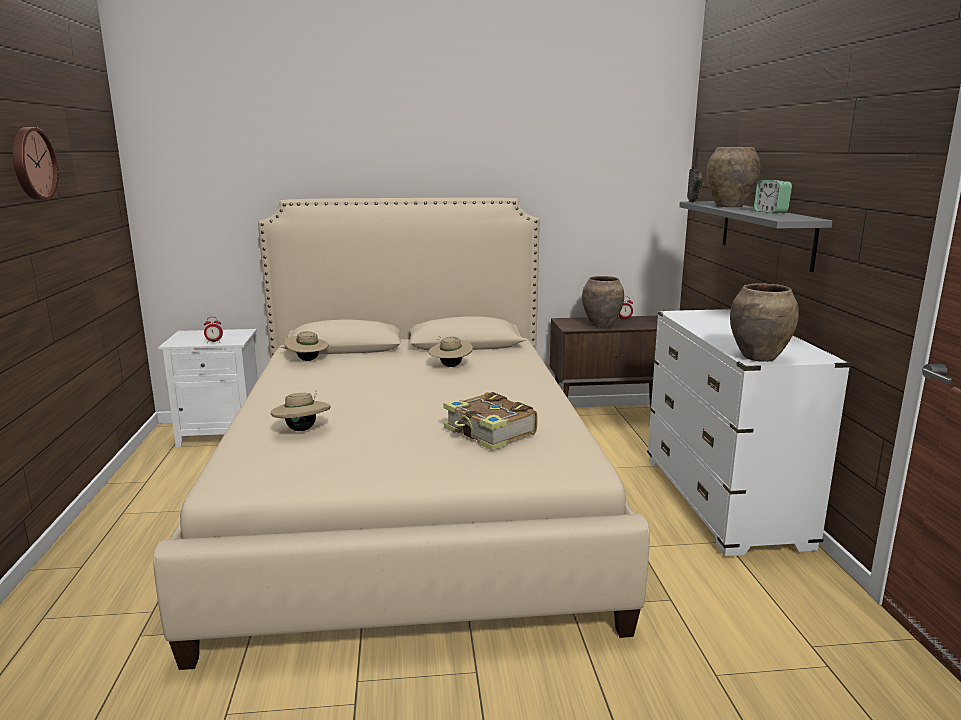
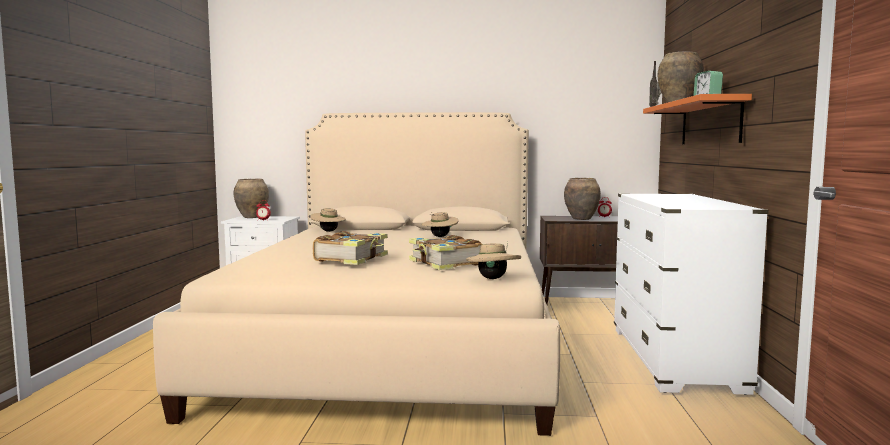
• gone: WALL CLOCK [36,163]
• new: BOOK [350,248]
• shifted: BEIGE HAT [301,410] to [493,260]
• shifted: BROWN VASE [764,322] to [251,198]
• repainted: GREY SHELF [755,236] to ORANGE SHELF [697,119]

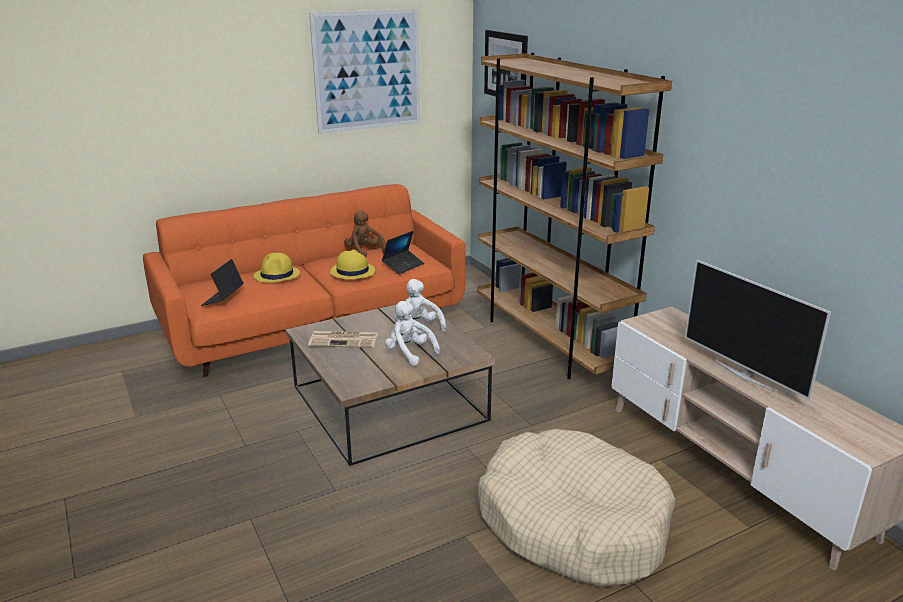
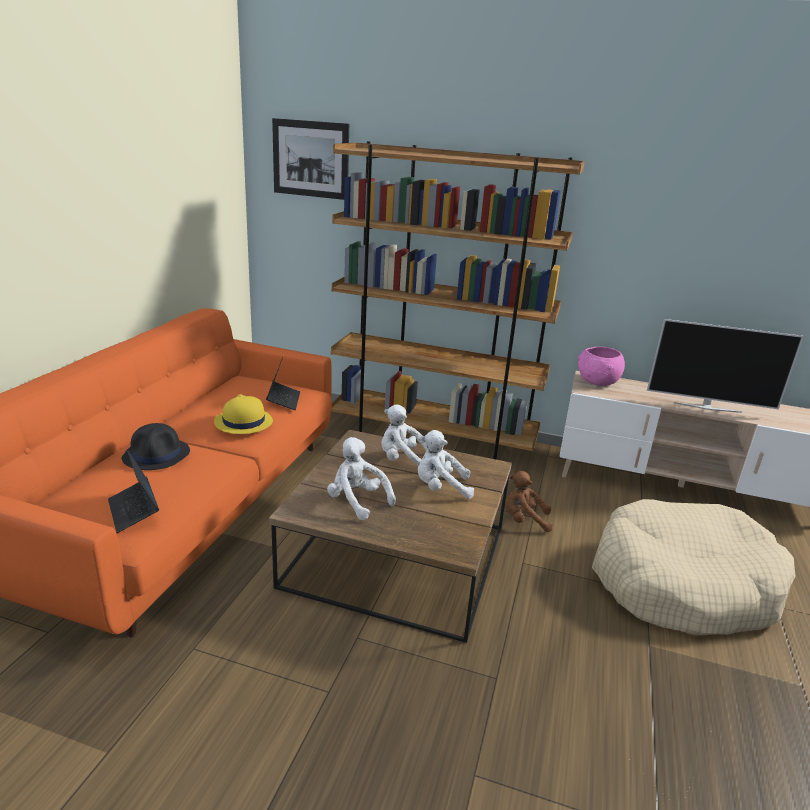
• gone: PICTURE [364,71]
• new: PINK BOWL [601,366]
• shifted: BROWN PLUSH TOY [365,234] to [529,501]
• swapped: NEWSPAPER [343,339] to WHITE PLUSH TOY [361,478]
• repainted: YELLOW HAT [277,268] to BLACK HAT [156,446]

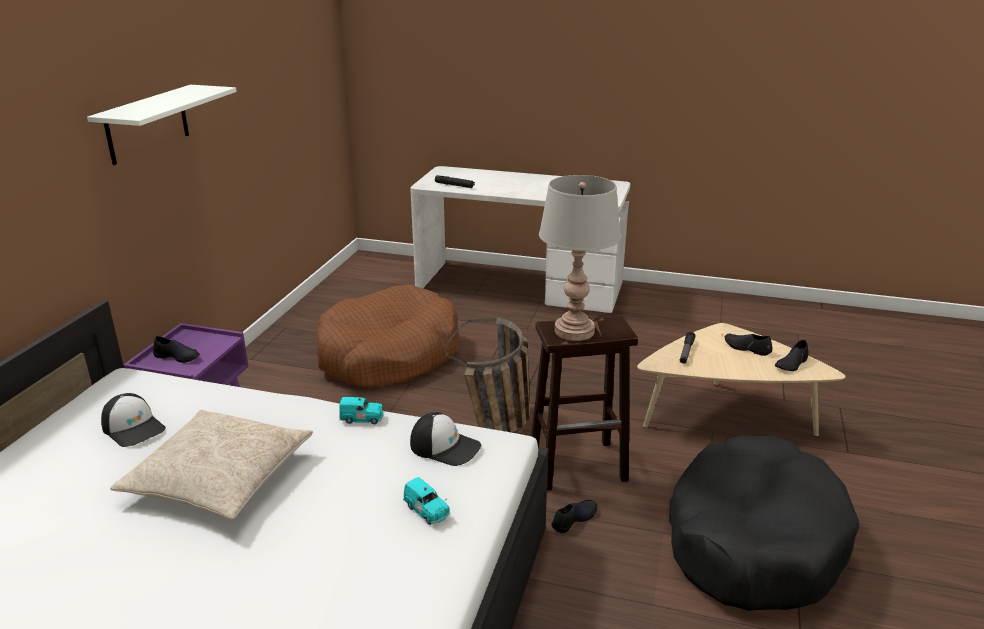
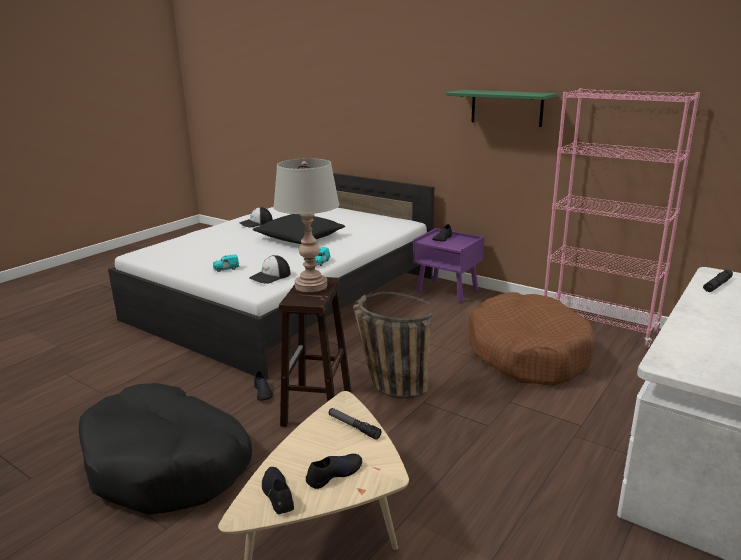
• new: PINK BOOKCASE [622,218]
• shifted: CAP [133,420] to [256,217]
• repainted: WHITE SHELF [162,125] to GREEN SHELF [501,108]
• repainted: BEIGE PILLOW [211,464] to BLACK PILLOW [299,229]

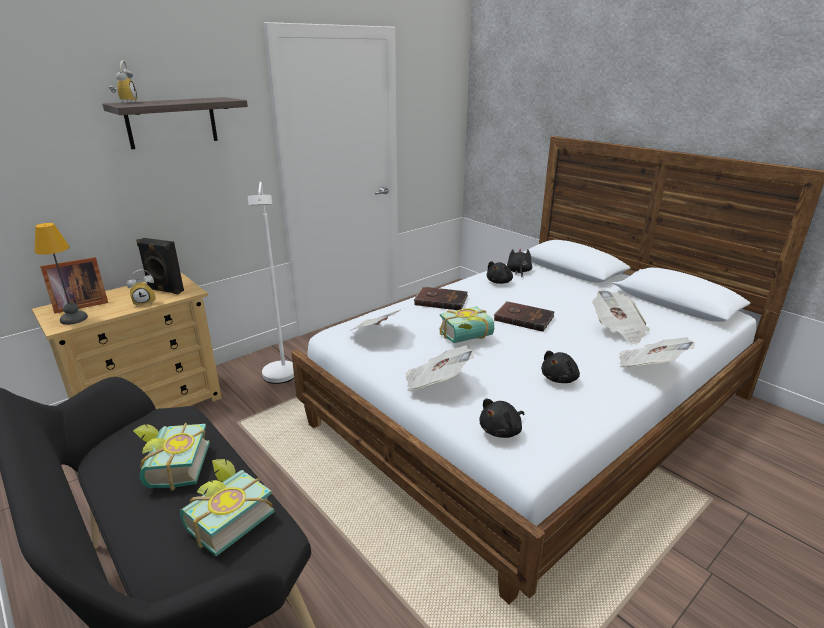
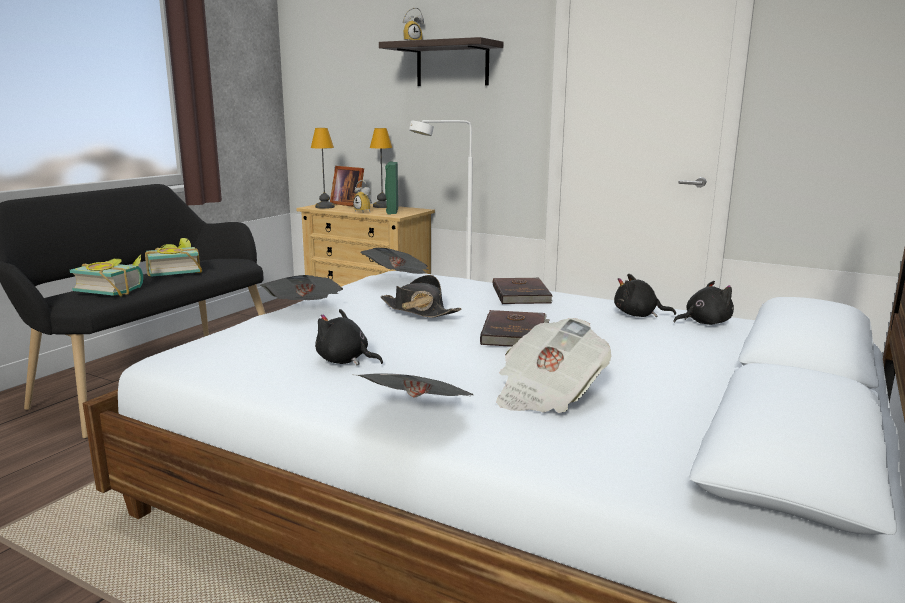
• gone: BLACK PLUSH TOY [501,418]
• new: TABLE LAMP [381,168]
• swapped: BOOK [466,324] to BLACK HAT [421,296]
• repainted: BLACK SPEAKER [160,266] to GREEN SPEAKER [391,188]

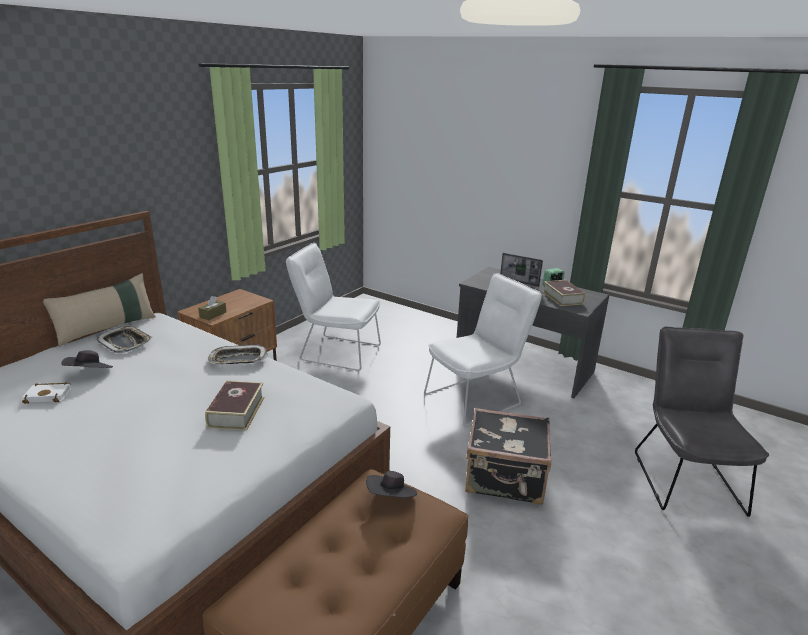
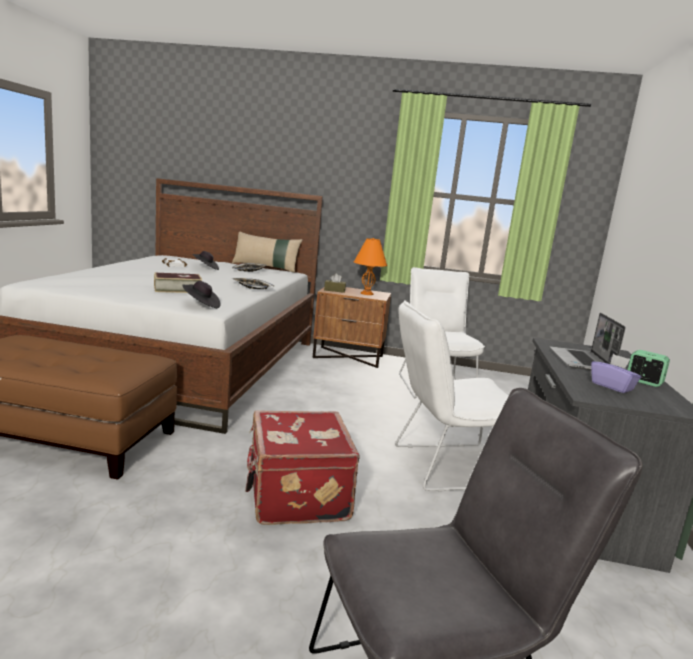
• new: ORANGE TABLE LAMP [370,266]
• shifted: BLACK HAT [391,484] to [201,294]
• swapped: BOOK [564,293] to PURPLE TISSUE BOX [616,373]
• repainted: BLACK SUITCASE [508,456] to RED SUITCASE [302,467]
• rotated: WHITE CHAIR [483,349] = [452,395] 135 degrees clockwise

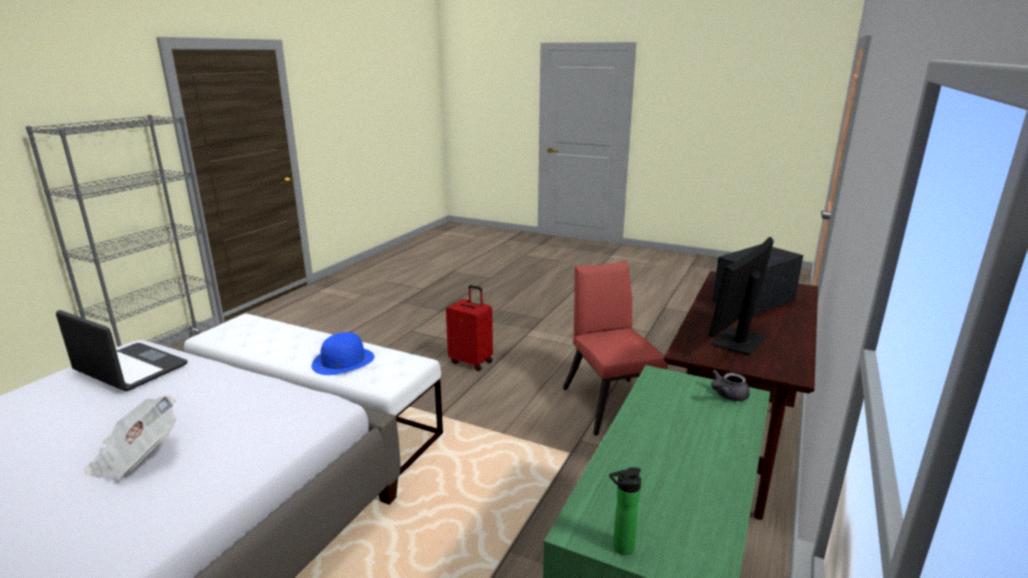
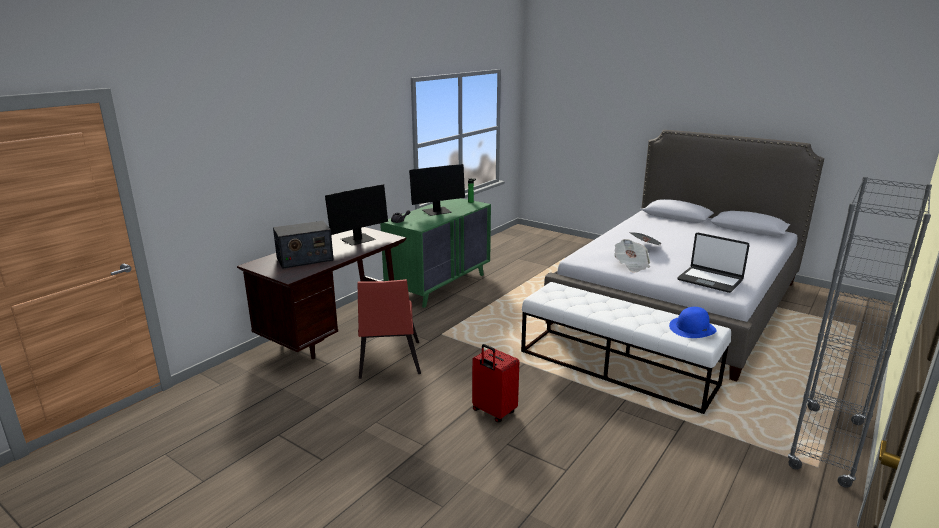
• new: MONITOR [437,190]
• new: NEWSPAPER [632,256]
• shifted: BLUE HAT [343,353] to [692,322]

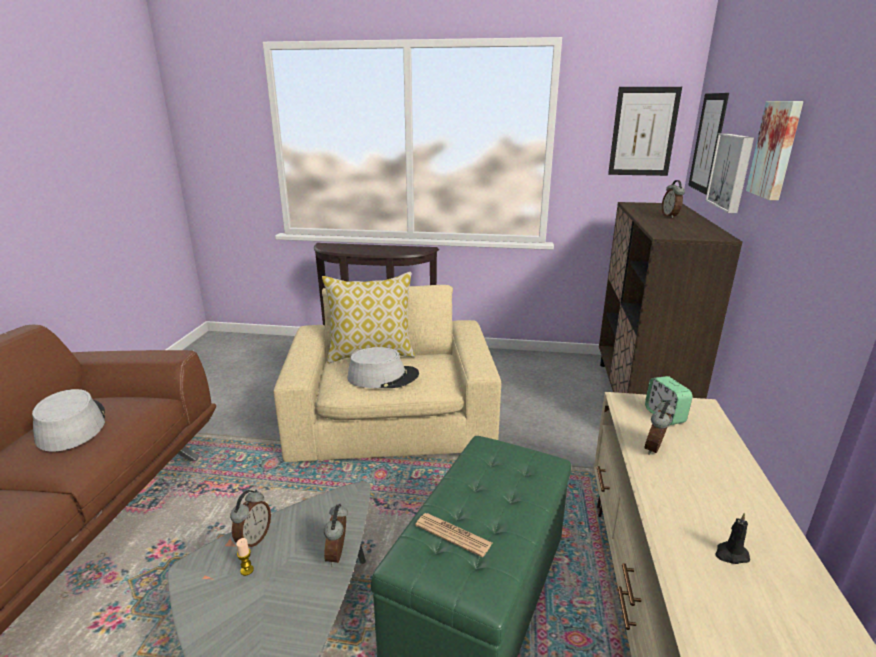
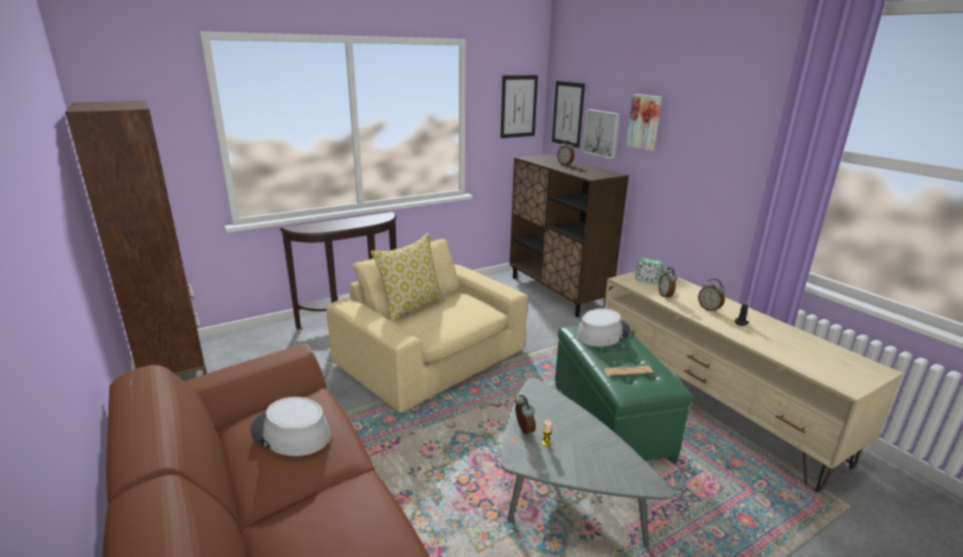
• new: BROWN BOOKCASE [136,238]
• shifted: ALARM CLOCK [336,535] to [711,295]
• shifted: GREY HAT [383,367] to [603,327]

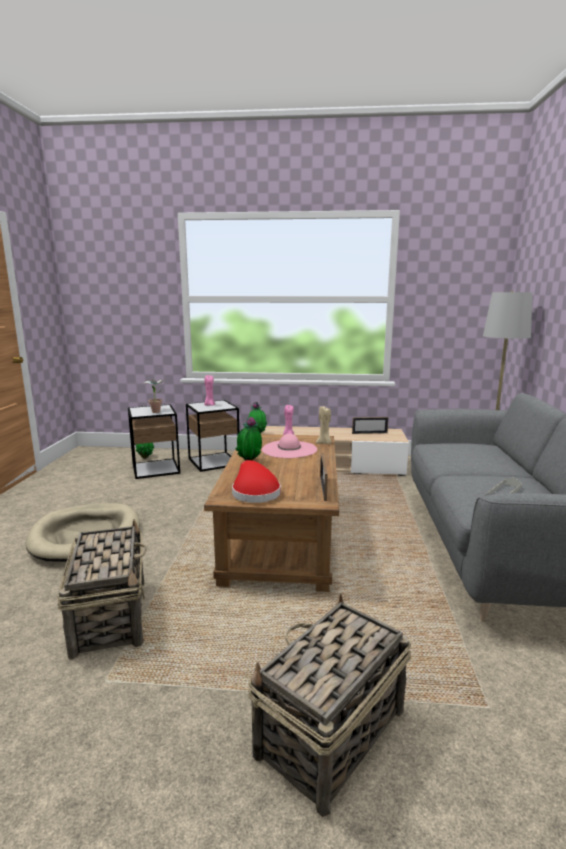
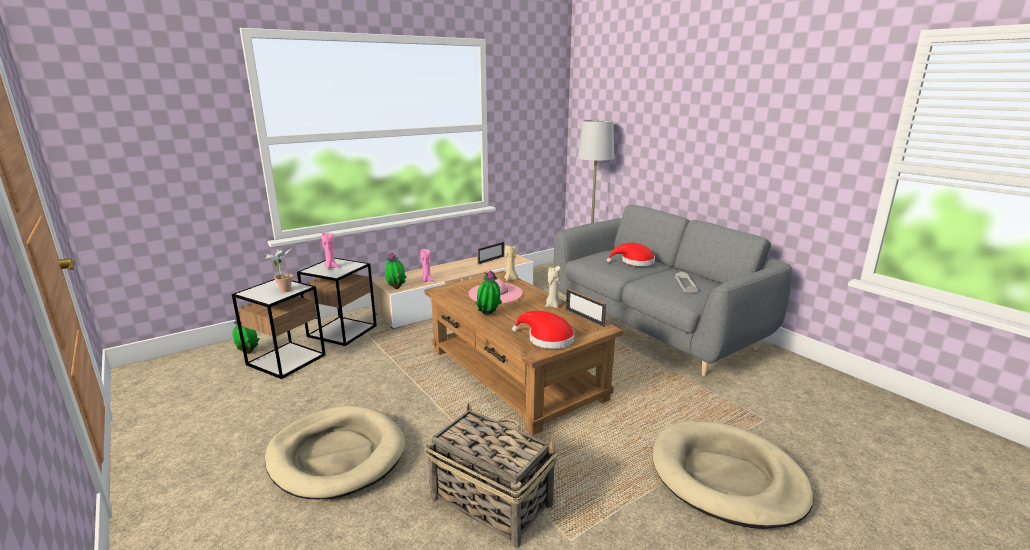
• new: BEIGE CANDLE [553,287]
• new: RED HAT [631,254]
• swapped: BASKET [330,705] to BEIGE DOG BED [733,475]

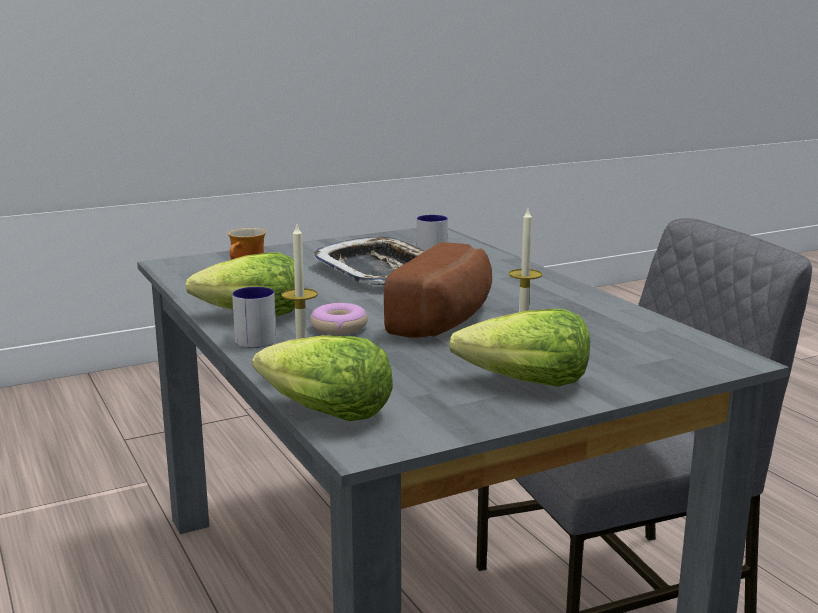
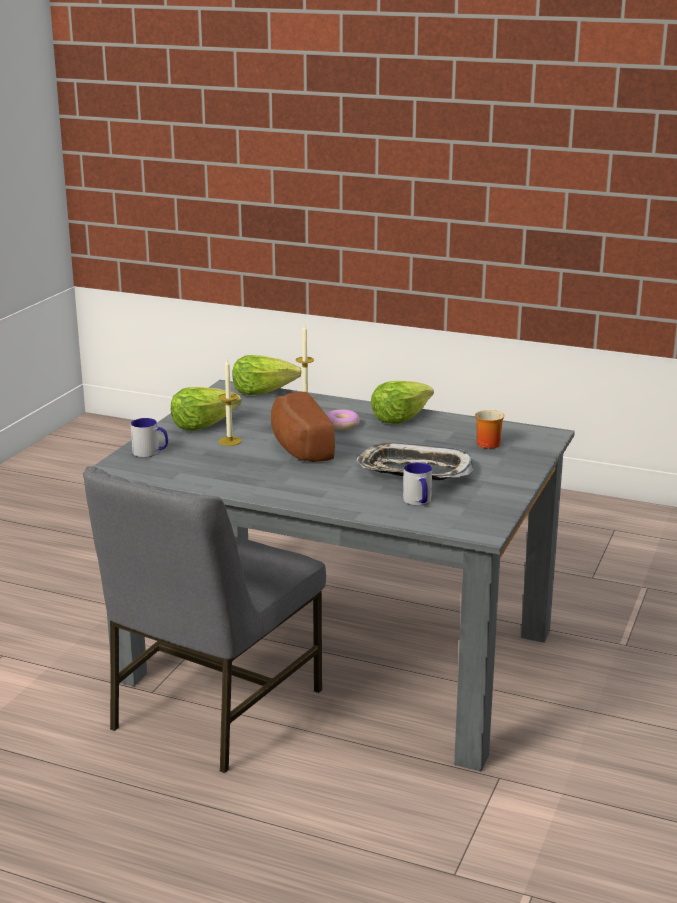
• shifted: MUG [254,317] to [149,437]

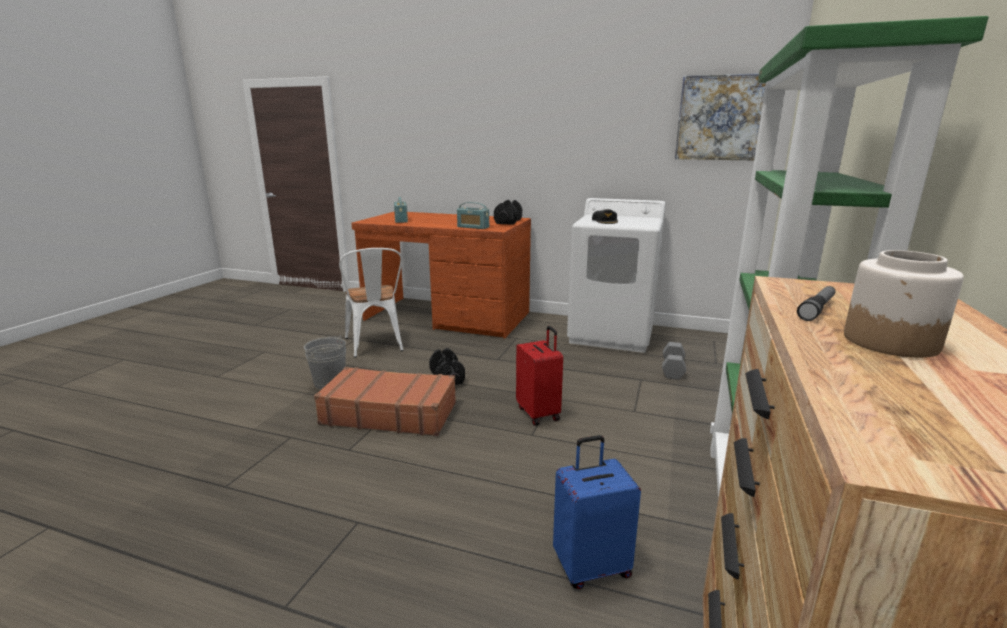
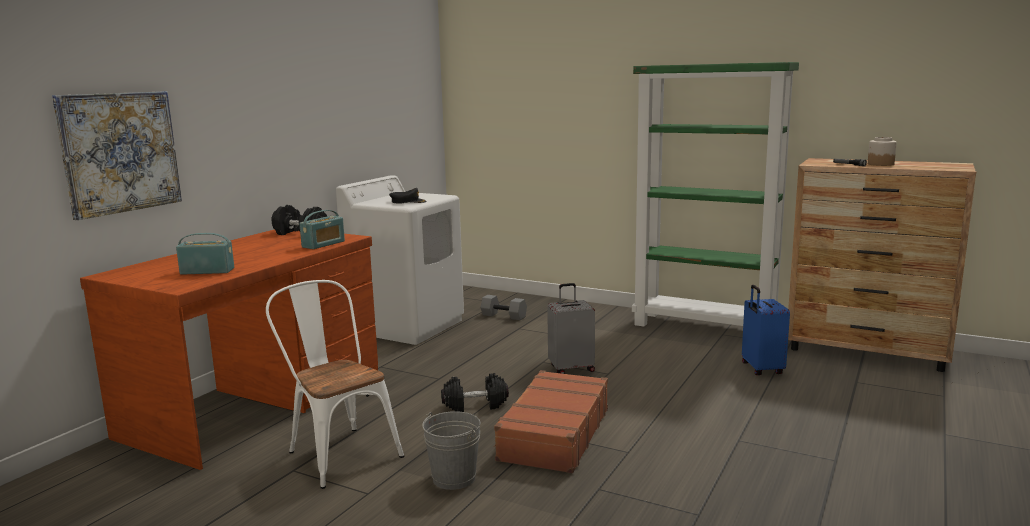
• shifted: PICTURE [720,116] to [117,155]
• repainted: RED SUITCASE [539,376] to GREY SUITCASE [571,328]
• rotated: WHITE CHAIR [371,303] = [335,384] 120 degrees counterclockwise

